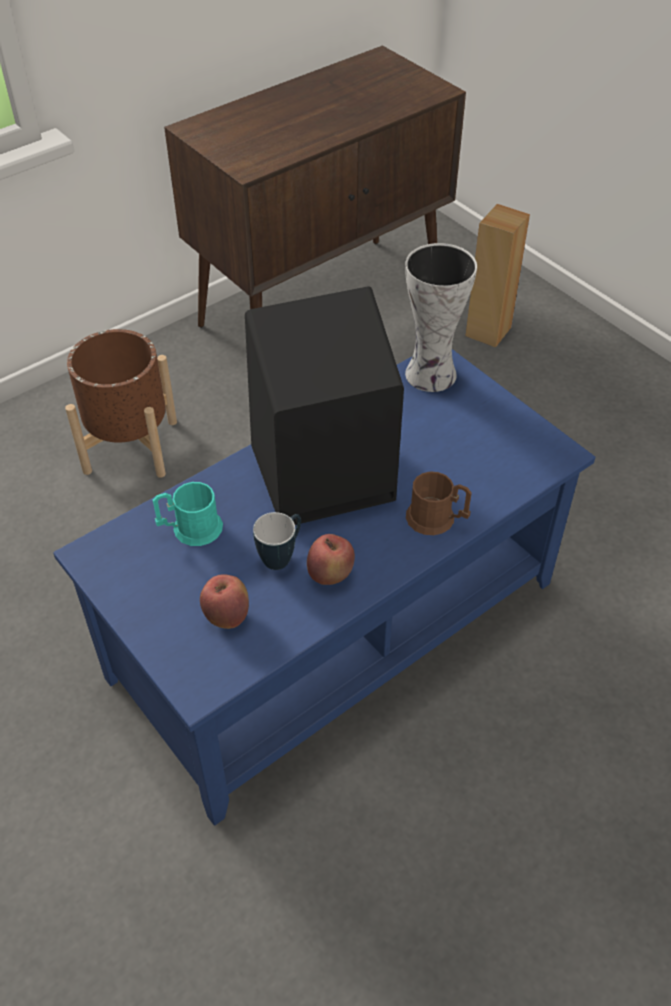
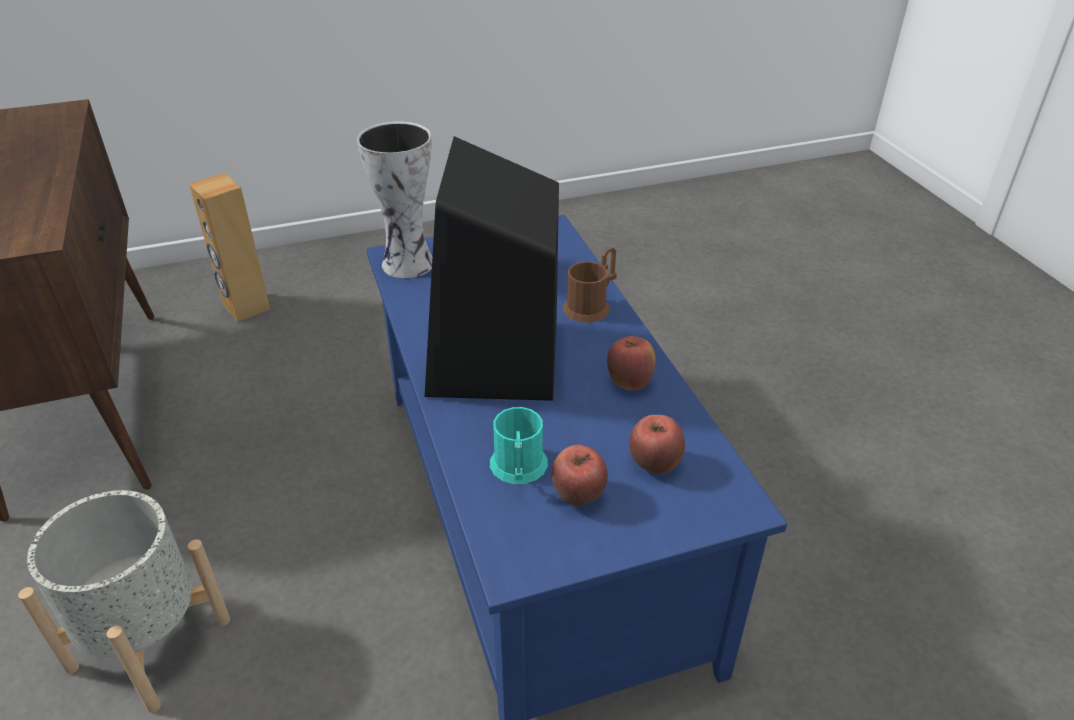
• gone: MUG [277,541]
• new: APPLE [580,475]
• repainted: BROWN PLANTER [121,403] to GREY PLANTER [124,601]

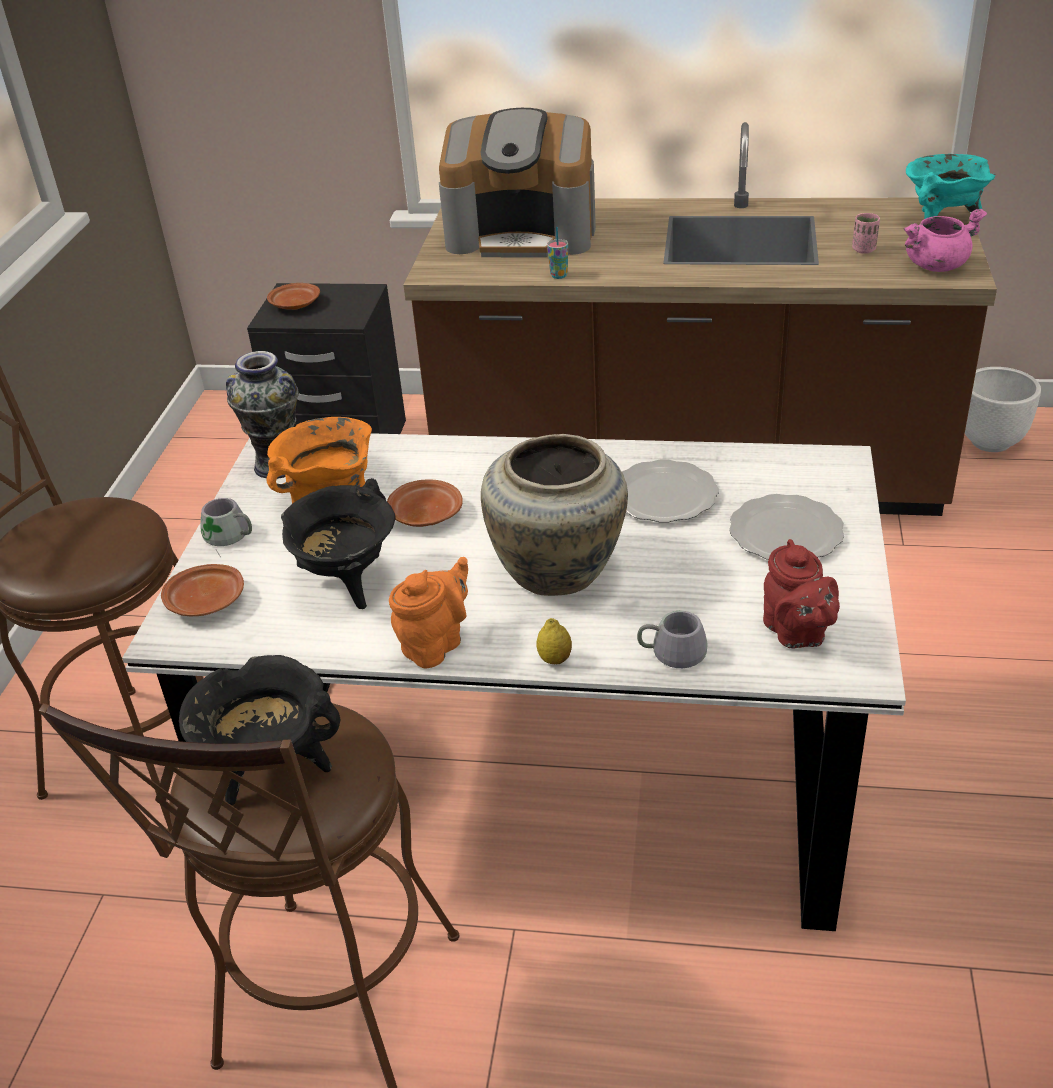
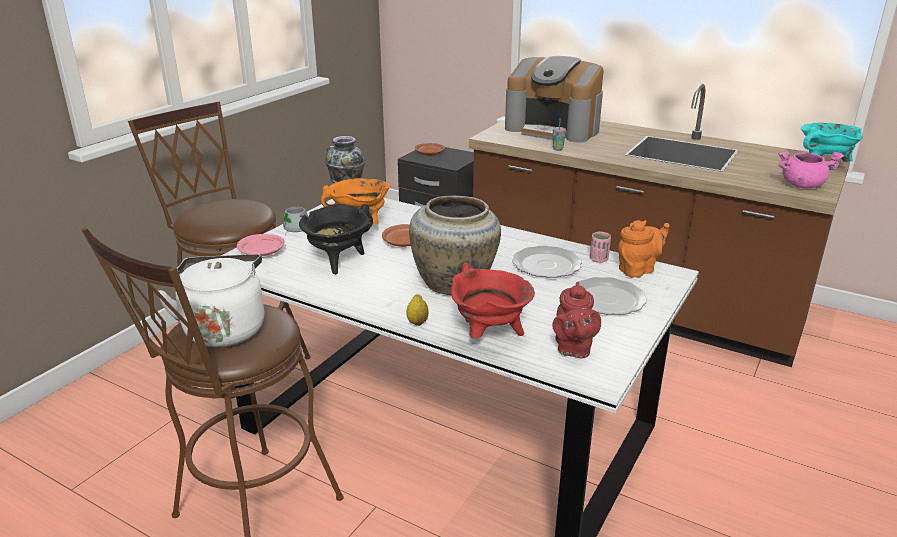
• gone: WHITE PLANTER [1003,409]
• shifted: ORANGE TEAPOT [428,613] to [644,249]
• shifted: PINK CUP [866,233] to [600,247]
• swapped: BLACK COOKING POT [259,730] to WHITE KETTLE [211,300]
• swapped: GREY MUG [672,639] to RED COOKING POT [493,300]
• repainted: BROWN PLATE [202,590] to PINK PLATE [261,245]

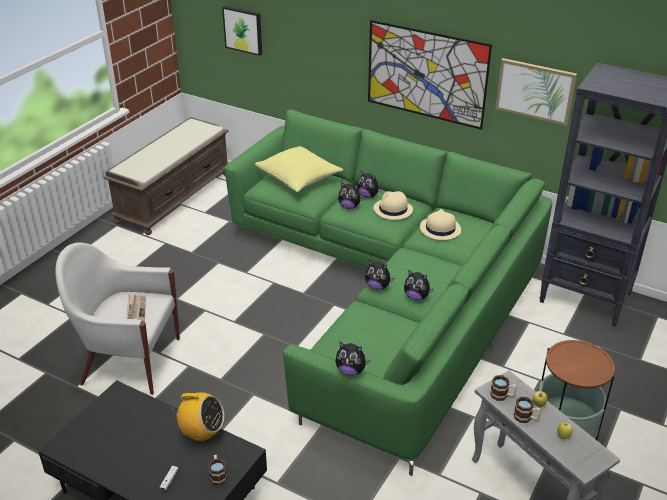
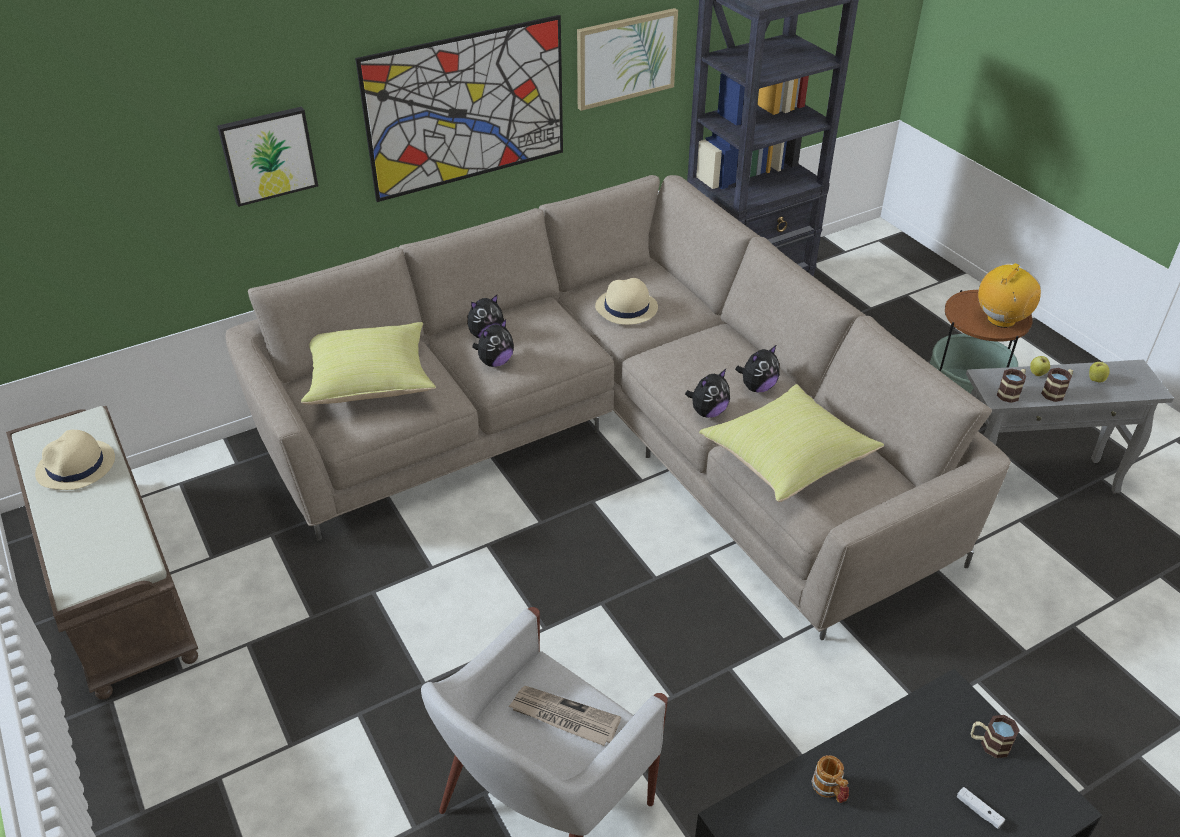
• gone: PLUSH TOY [352,359]
• new: YELLOW PILLOW [791,443]
• new: MUG [830,779]
• shifted: RADIO [198,417] to [1009,295]
• shifted: PICTURE [242,31] to [267,157]
• shifted: BEIGE HAT [393,205] to [75,460]
• repainted: GREEN SOFA [388,292] to BEIGE SOFA [618,407]

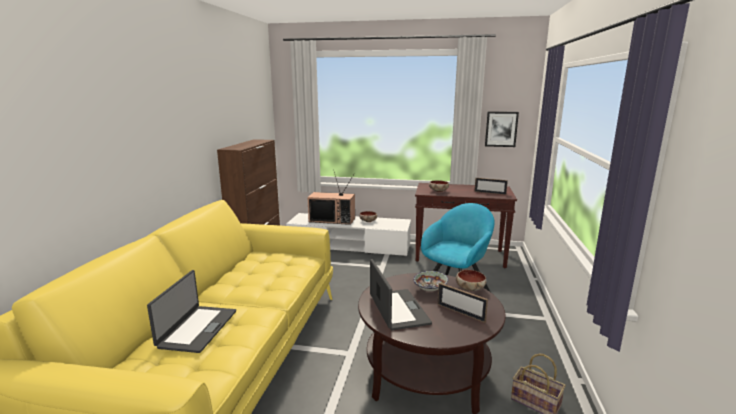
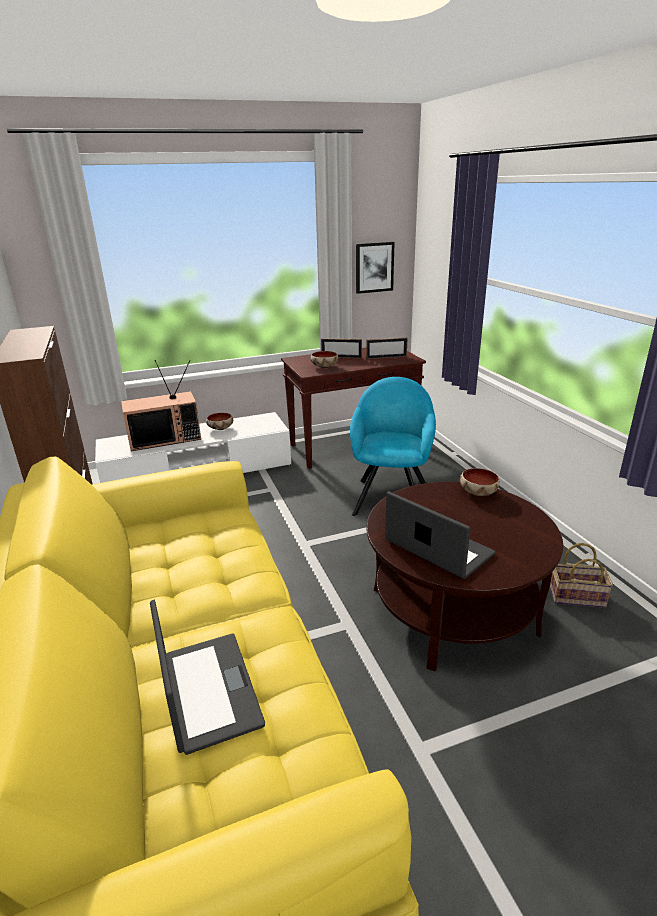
• gone: BOWL [430,281]
• shifted: PICTURE FRAME [462,303] to [341,348]

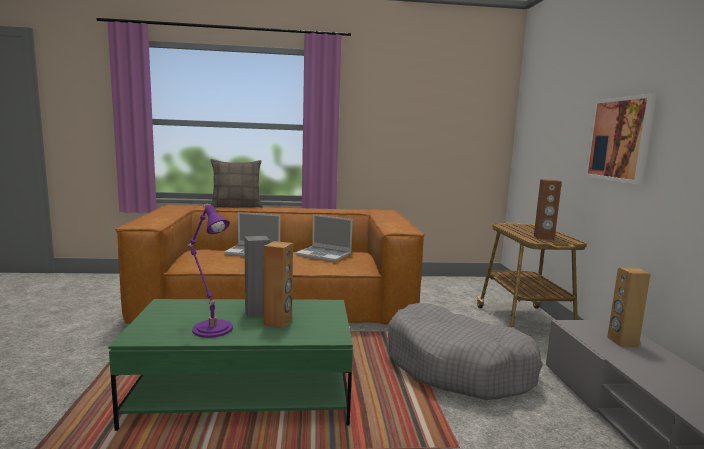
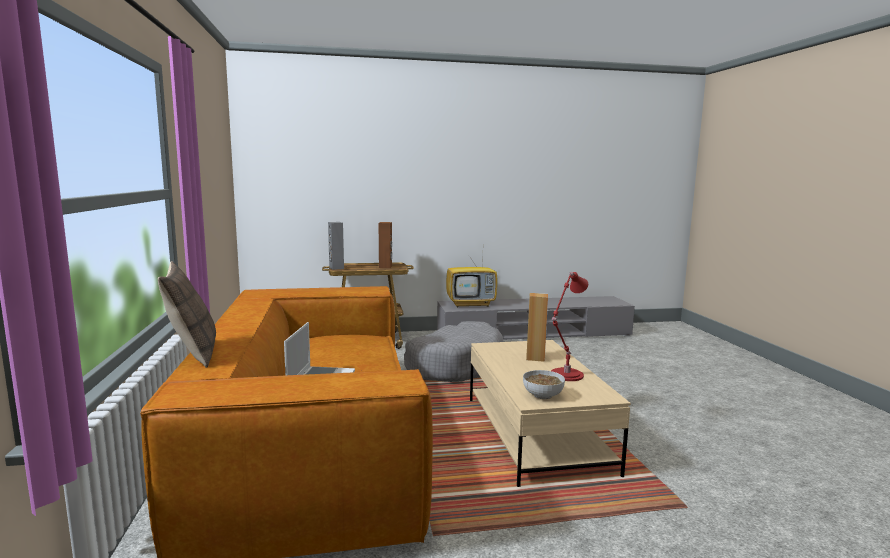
• gone: LAPTOP [324,238]
• gone: PICTURE [620,139]
• new: BOWL [544,384]
• shifted: GREY SPEAKER [257,277] to [336,246]
• swapped: BROWN SPEAKER [629,307] to TELEVISION [471,278]
• repainted: GREEN COFFEE TABLE [230,365] to BEIGE COFFEE TABLE [550,413]
• repainted: PURPLE TABLE LAMP [209,271] to RED TABLE LAMP [569,326]

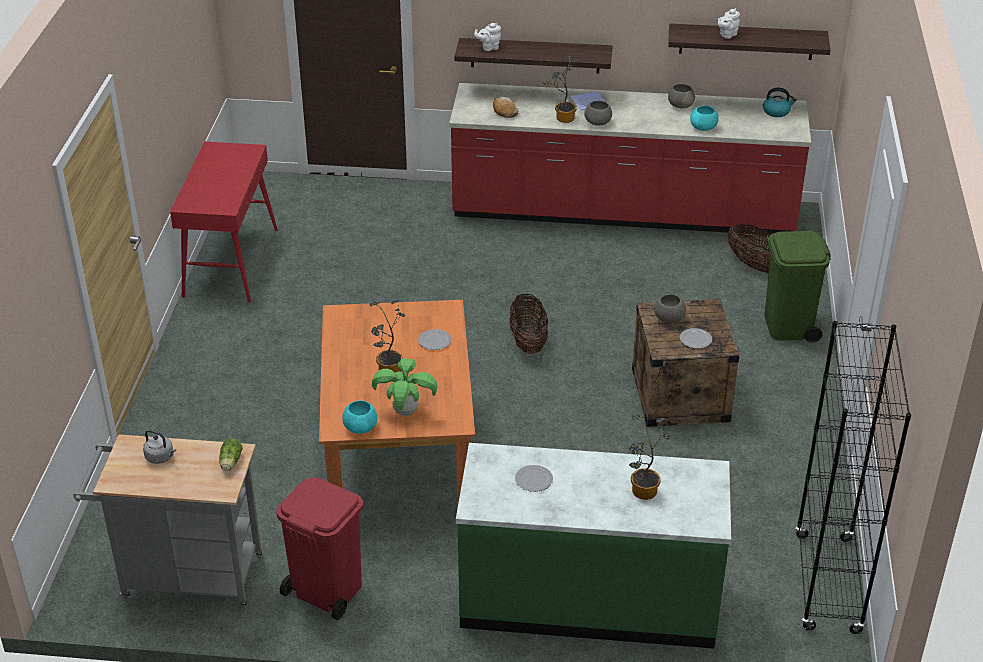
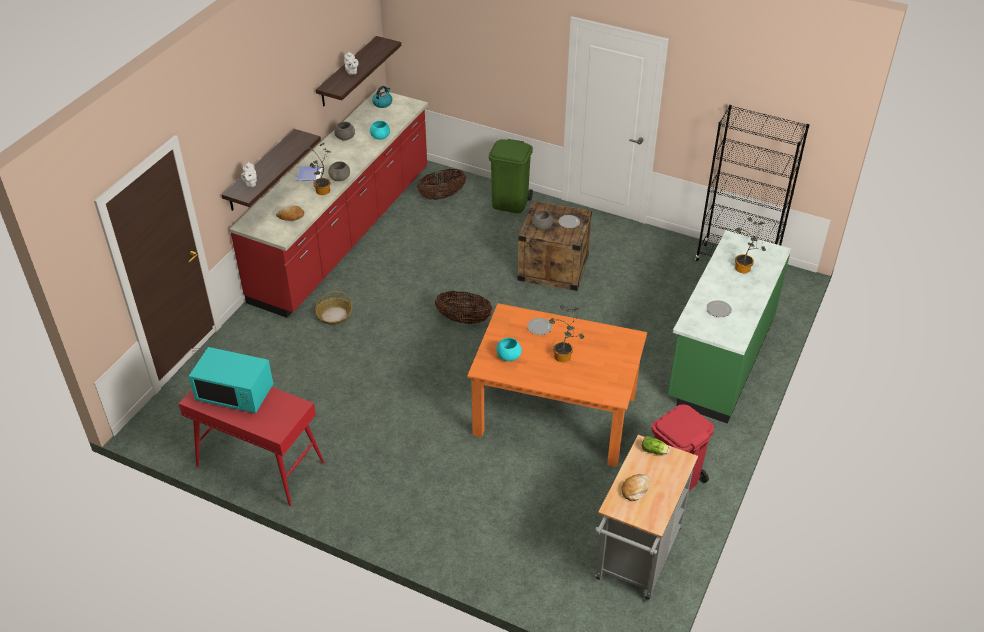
• gone: POTTED PLANT [404,387]
• new: TURQUOISE MICROWAVE [231,380]
• new: BASKET [333,308]
• shifted: TURQUOISE BOWL [359,417] to [509,349]
• swapped: GREY KETTLE [159,447] to BREAD [636,487]

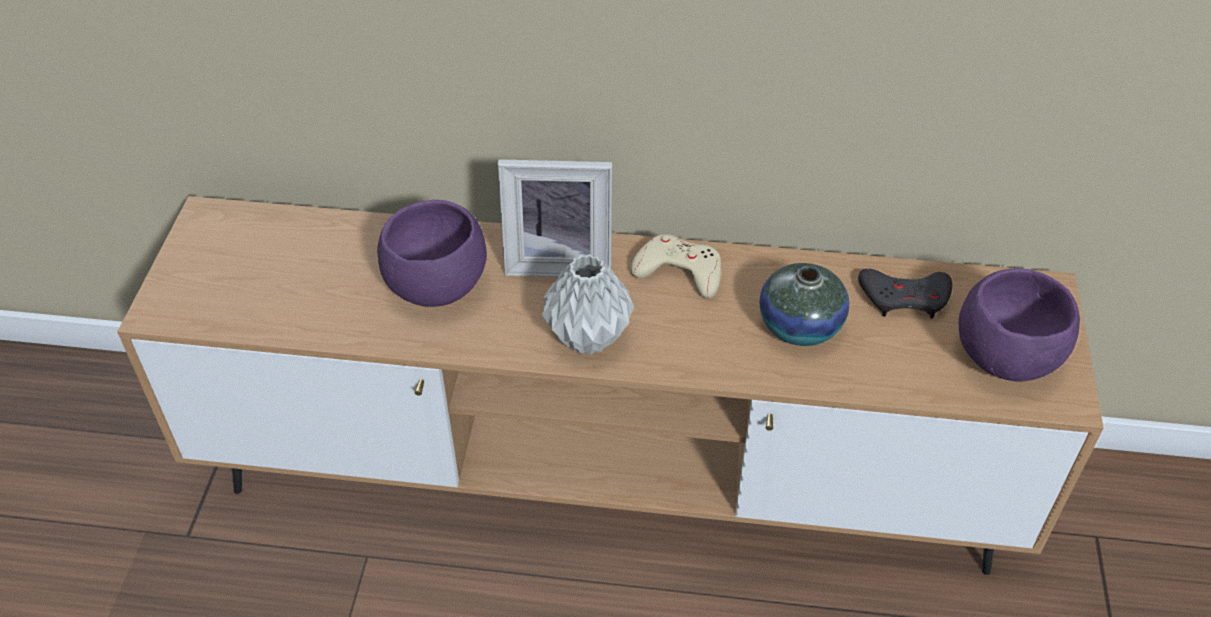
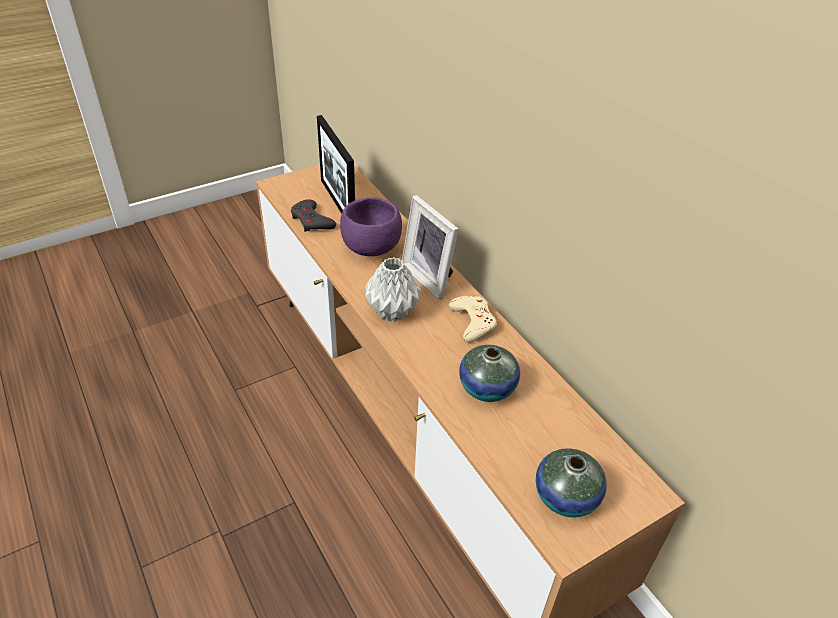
• new: PICTURE FRAME [336,164]
• shifted: GREY GAME CONTROLLER [905,294] to [313,215]
• swapped: PURPLE BOWL [1019,324] to VASE [571,482]

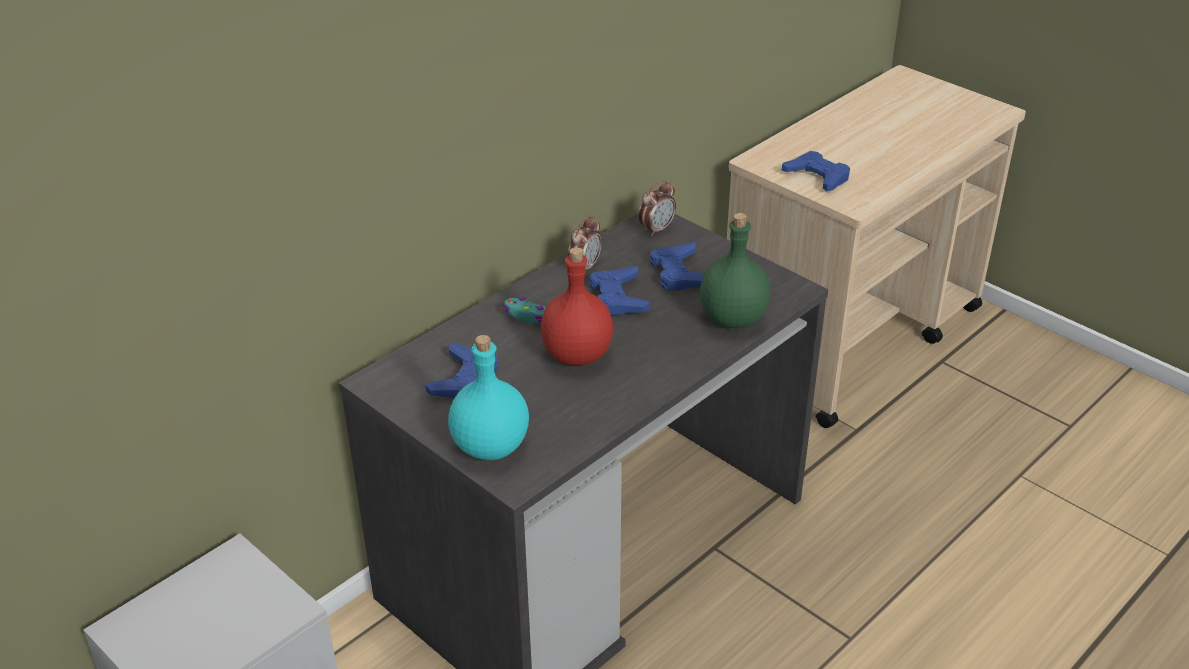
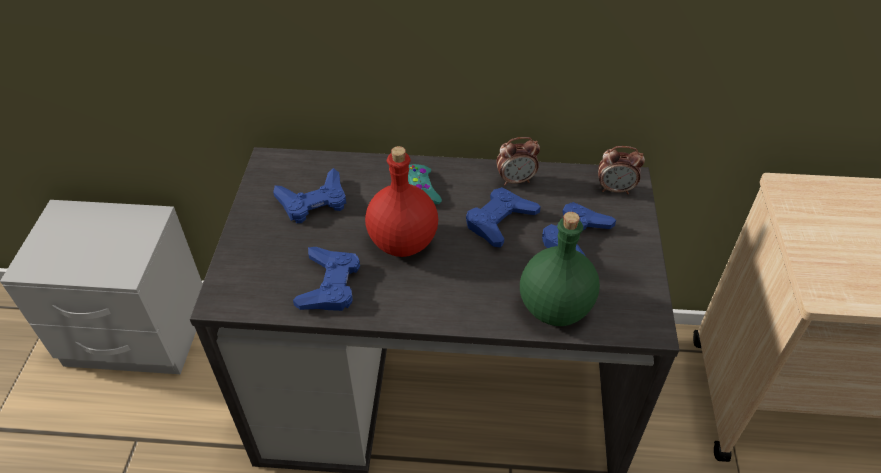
• gone: TURQUOISE BOTTLE [488,397]
• shifted: BLUE GAME CONTROLLER [816,171] to [326,279]

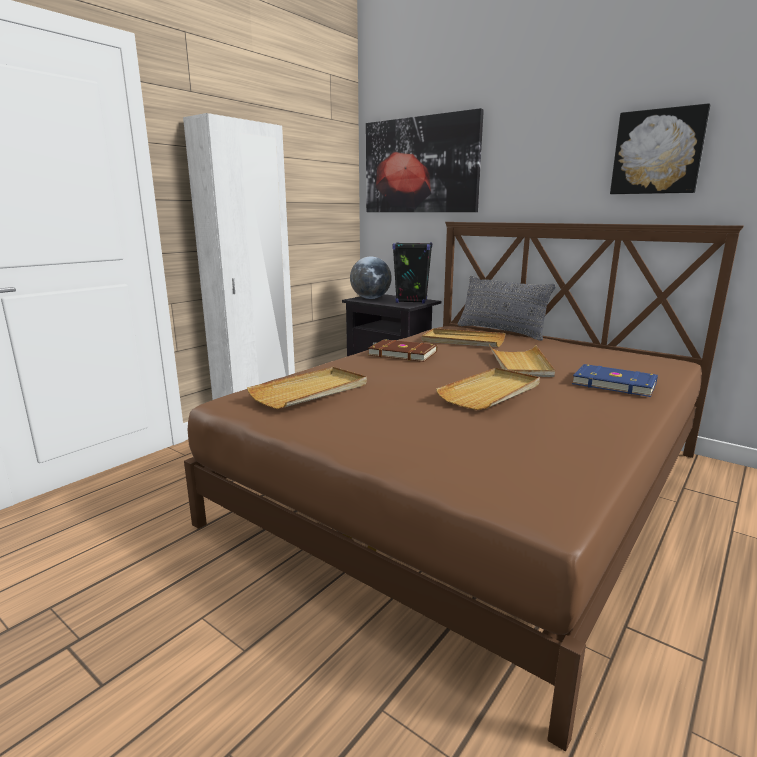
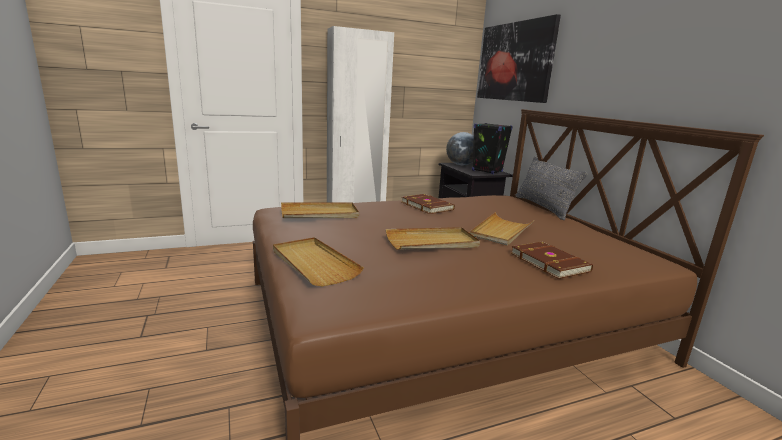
• gone: PICTURE [660,148]
• shifted: BEIGE TRAY [464,337] to [318,261]
• repainted: BLUE BOOK [615,380] to BROWN BOOK [552,260]

